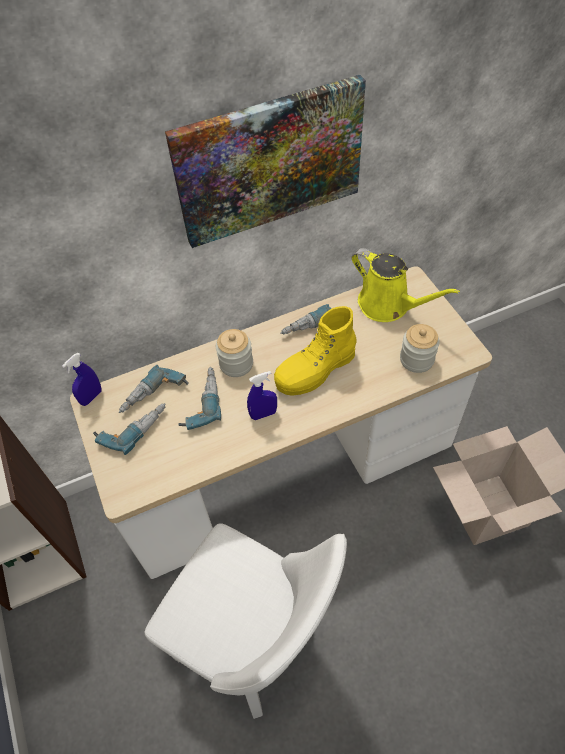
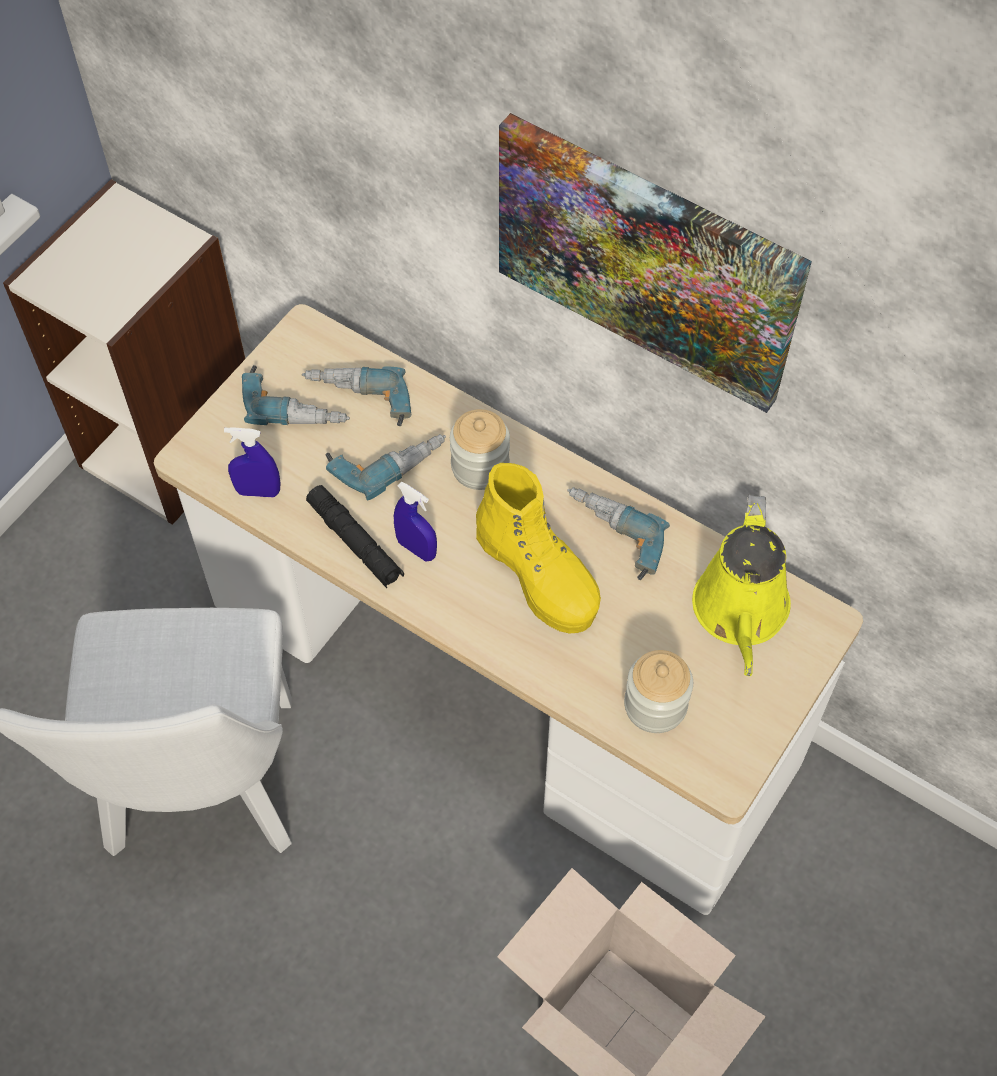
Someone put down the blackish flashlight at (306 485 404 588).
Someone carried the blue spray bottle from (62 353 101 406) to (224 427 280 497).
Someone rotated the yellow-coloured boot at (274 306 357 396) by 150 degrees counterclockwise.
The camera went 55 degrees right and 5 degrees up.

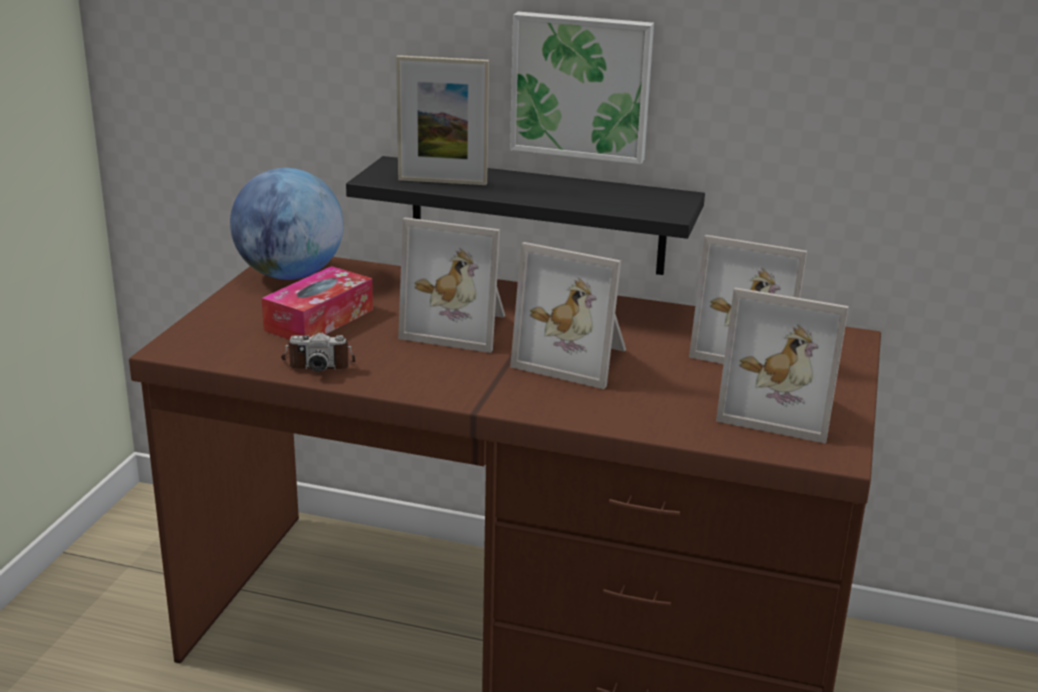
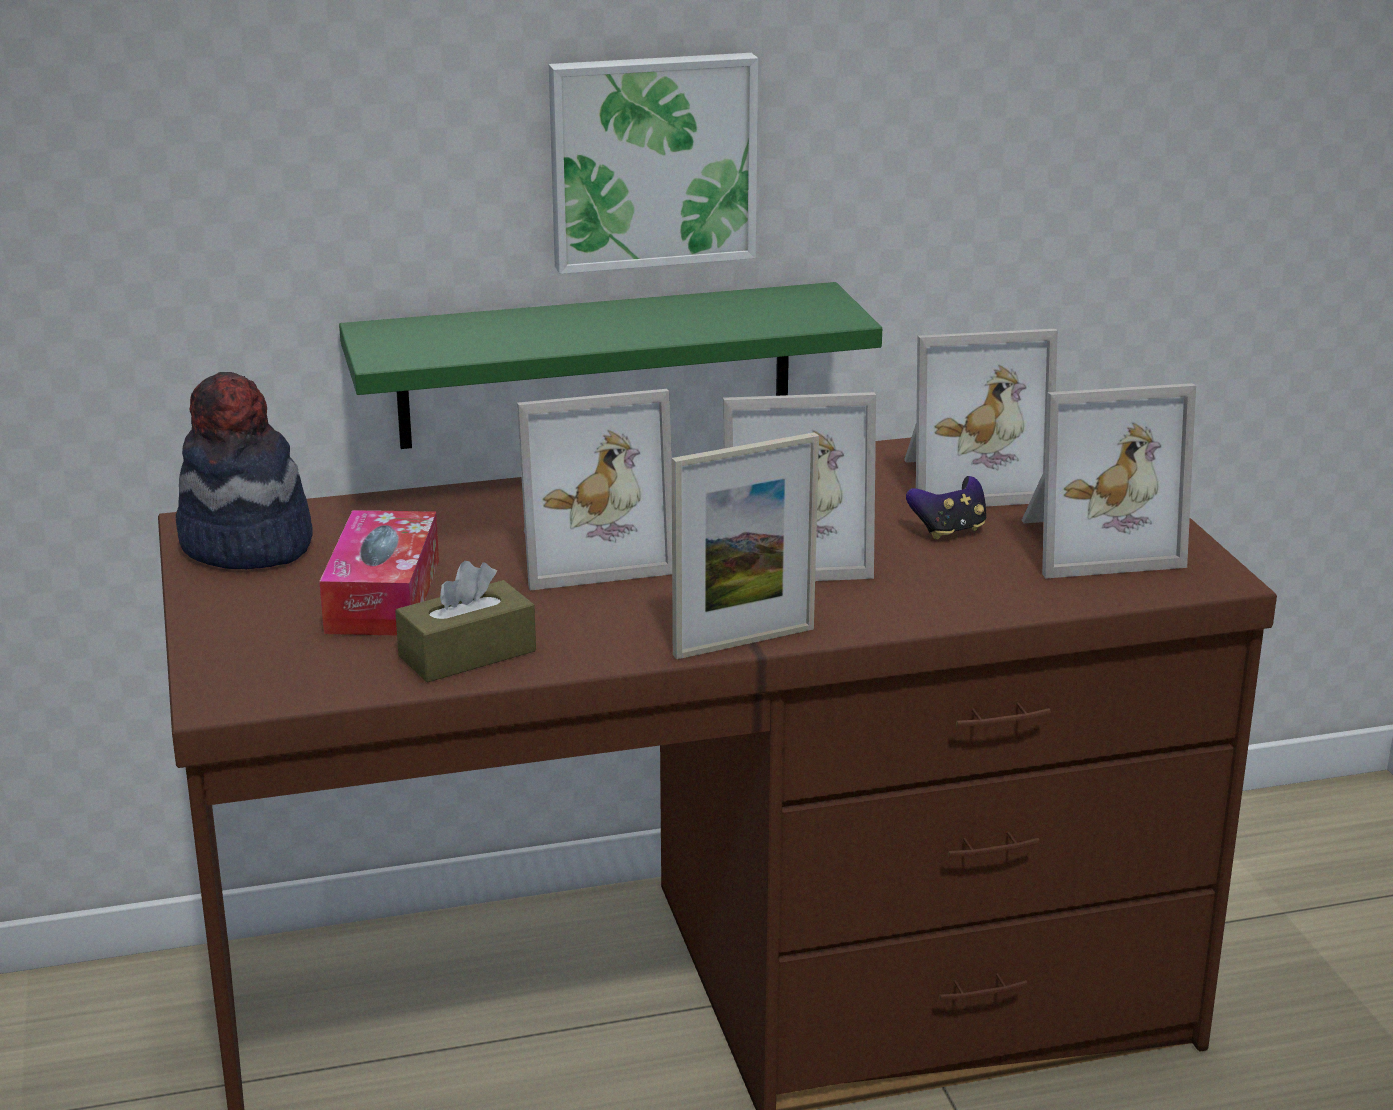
Someone put down the gamepad at (906 476 986 540).
Someone carried the photo frame from (396 55 489 185) to (672 432 819 659).
Someone swapped the world globe at (230 168 343 280) for the wearable hat at (175 372 313 569).
Someone swapped the still camera at (281 332 355 372) for the brown-coloured tissue holder at (395 561 536 683).
Someone repainted the blackish bracket shelf at (346 156 705 275), which became the greenish bracket shelf at (339 282 882 449).
The camera went 30 degrees left and 0 degrees up.

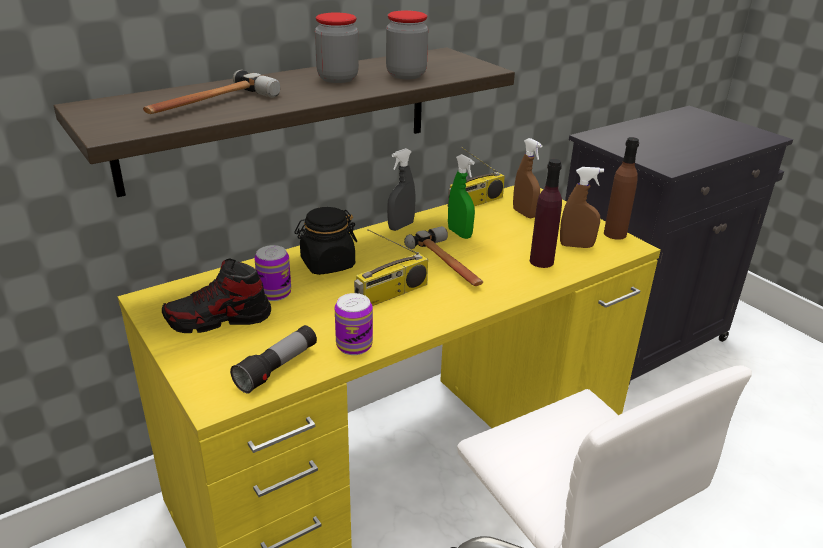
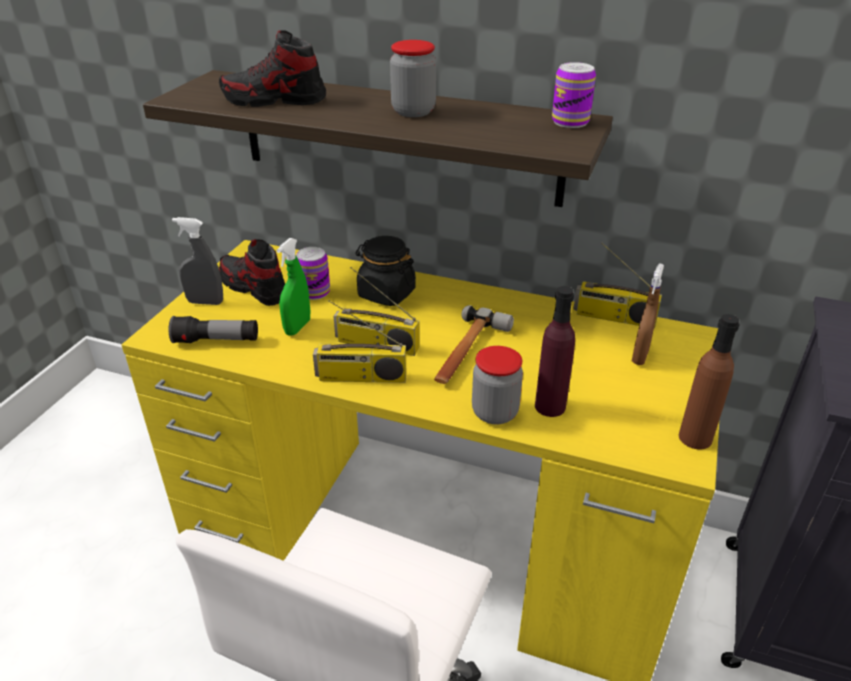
Someone took away the brown-coloured spray bottle at (560 167 604 248).
Someone put down the radio at (313 300 406 383).
Someone carried the can from (335 293 373 355) to (552 62 596 128).
Someone carried the preserve jar from (386 10 428 79) to (472 346 523 425).
Someone carried the grey spray bottle from (387 148 415 231) to (172 217 223 305).
Someone carried the greenish spray bottle from (448 154 475 239) to (277 238 310 336).
Someone swapped the hand hammer at (143 70 280 114) for the low shoe at (219 30 326 107).
The camera went 55 degrees right and 5 degrees up.

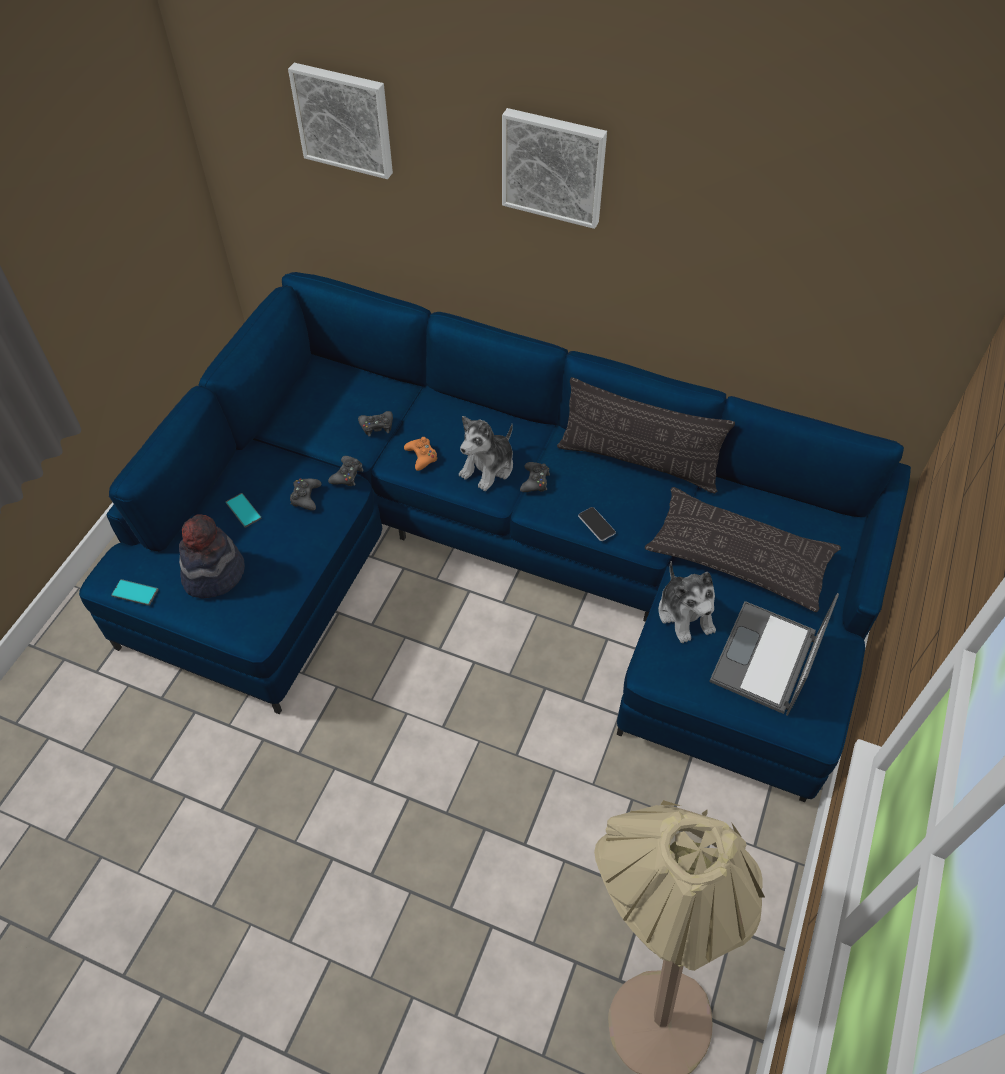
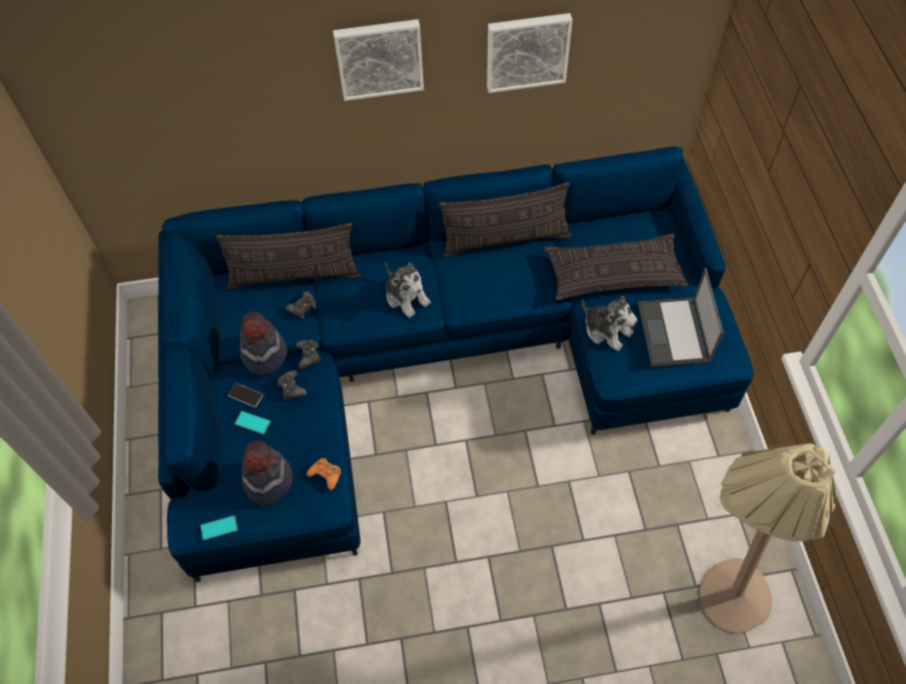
Someone took away the blackish gamepad at (520 462 550 492).
Someone put down the cushion at (216 223 361 290).
Someone put down the wearable hat at (240 312 287 376).
Someone carried the wall picture from (288 63 393 179) to (487 13 572 93).
Someone carried the orangey gamepad from (404 437 438 471) to (307 458 341 490).
Someone carried the telephone from (578 507 616 541) to (228 383 263 407).
Someone rotated the cuddly toy at (459 416 513 491) by 45 degrees counterclockwise.
The camera went 30 degrees left and 5 degrees up.

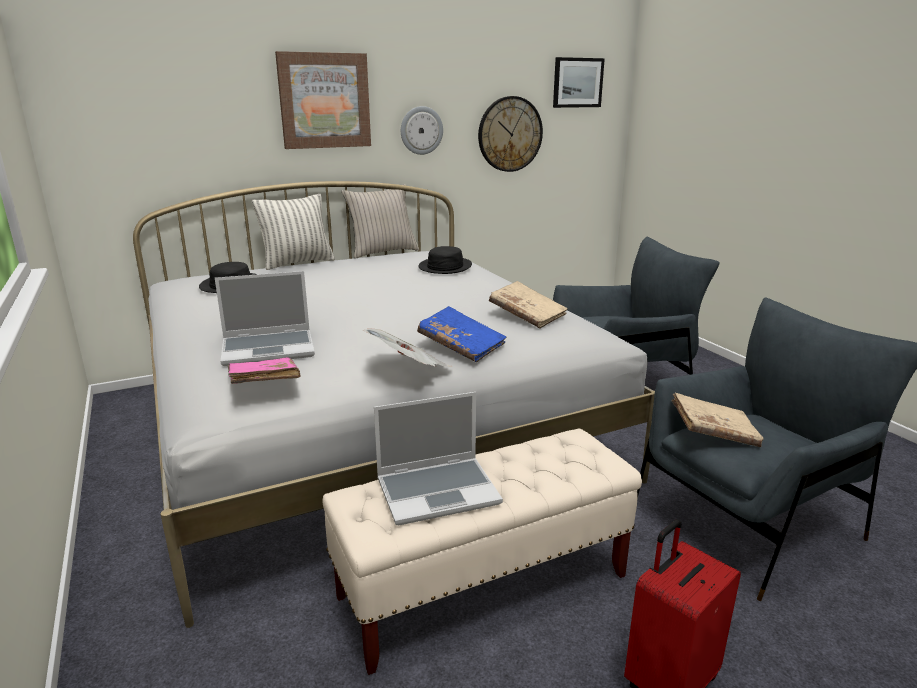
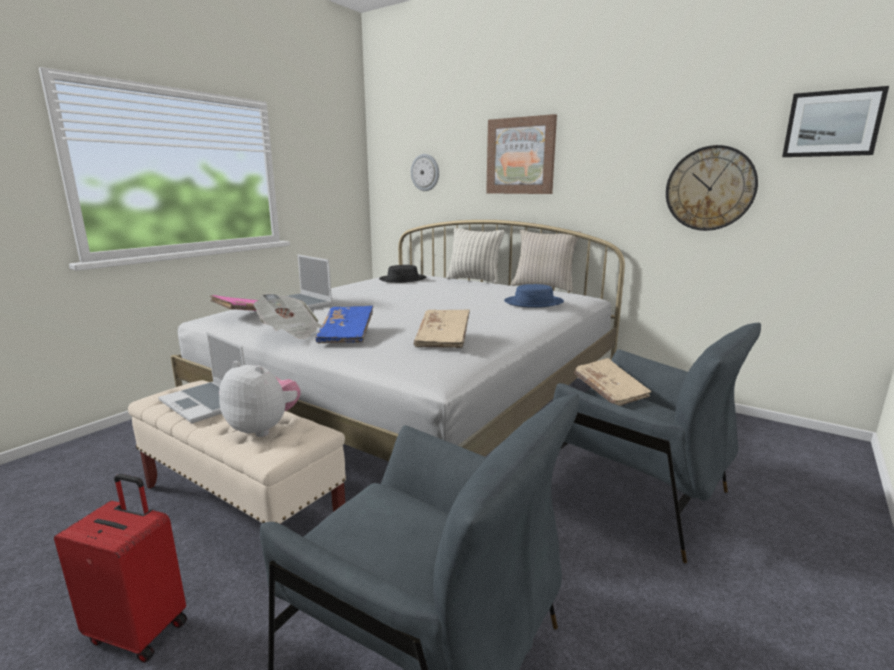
Someone put down the cuddly toy at (219 361 301 437).
Someone carried the hanging clock from (401 106 443 155) to (411 154 439 191).
Someone carried the beige-coloured bound book from (672 393 764 448) to (574 358 652 406).
Someone repainted the blackish wearable hat at (418 246 472 274), which became the blue wearable hat at (504 284 564 308).
The camera went 60 degrees right and 5 degrees down.

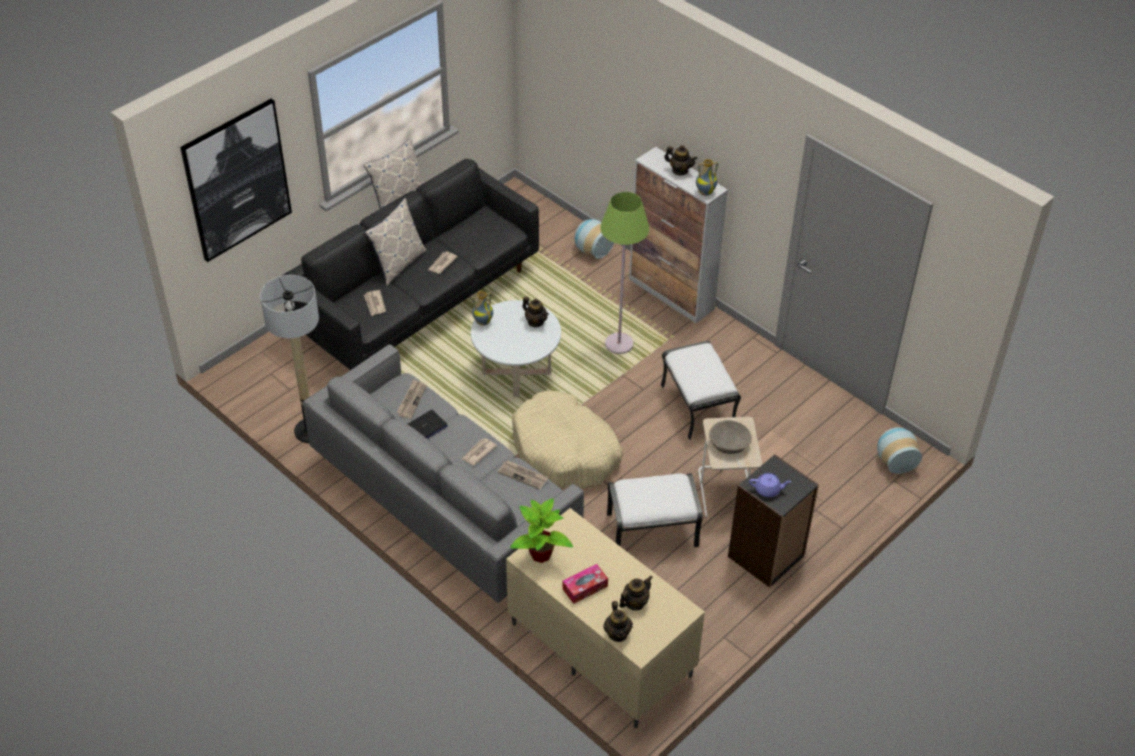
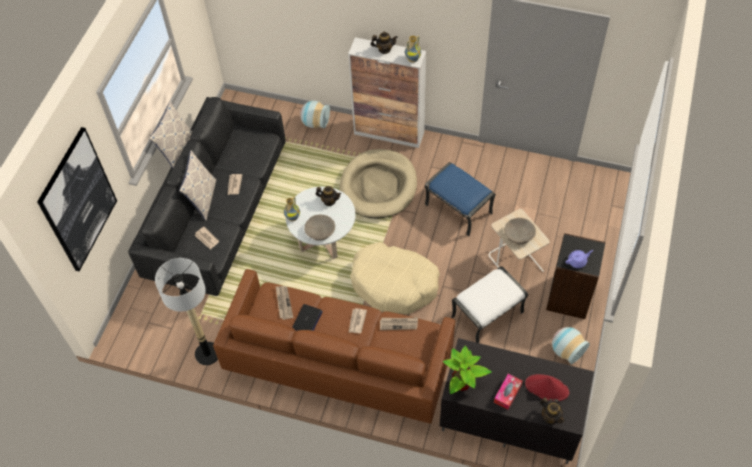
Someone put down the beige-coloured deep dish at (304 215 335 241).
Someone carried the decorative vase from (877 427 922 474) to (552 327 590 364).
Someone swapped the greenish floor lamp at (600 192 649 354) for the beige-coloured dog bed at (339 149 417 219).
Someone swapped the teapot at (619 575 653 610) for the red wearable hat at (525 374 569 401).
Someone repainted the grey couch at (303 344 584 603), which became the brown-coloured couch at (213 269 455 423).
Someone repainted the beige-coloured tv stand at (506 508 705 728), which became the blackish tv stand at (440 338 594 464).
Someone repainted the white ottoman at (661 341 741 440), which became the blue ottoman at (425 162 496 236).
The camera went 25 degrees left and 10 degrees up.

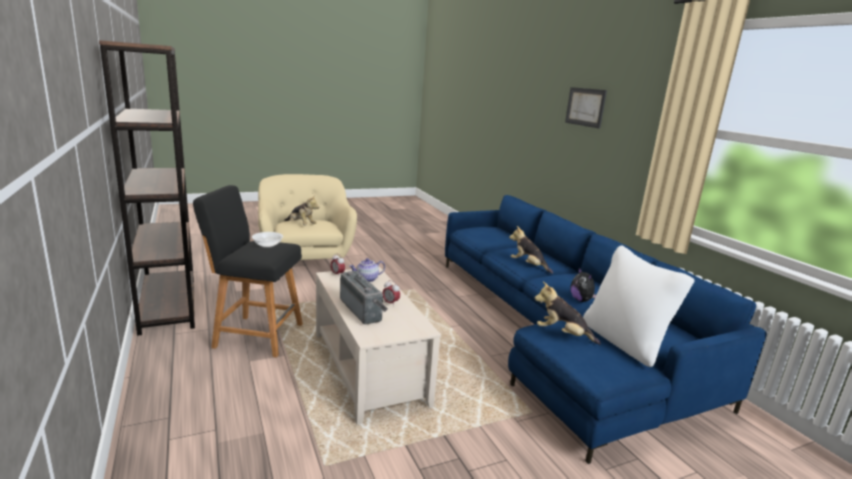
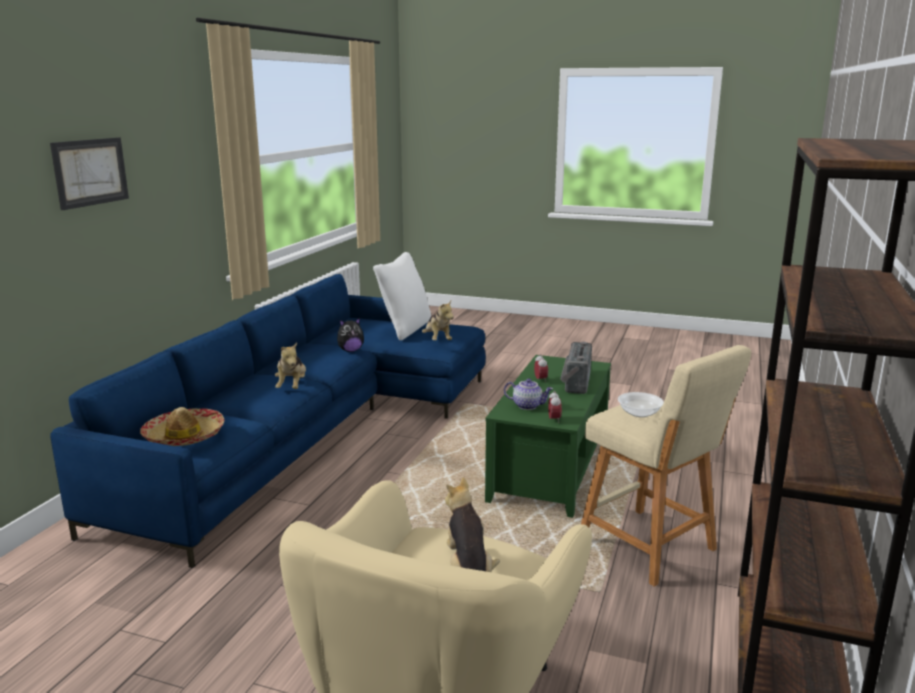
Someone put down the wearable hat at (140 407 224 446).
Someone repainted the blackish sitting stool at (193 185 303 357), which became the beige-coloured sitting stool at (581 345 751 587).
Someone repainted the beige-coloured coffee table at (316 267 441 425), which became the greenish coffee table at (485 355 611 518).
Someone rotated the cuddly toy at (570 268 596 302) by 45 degrees clockwise.
The camera went 135 degrees left and 0 degrees up.

